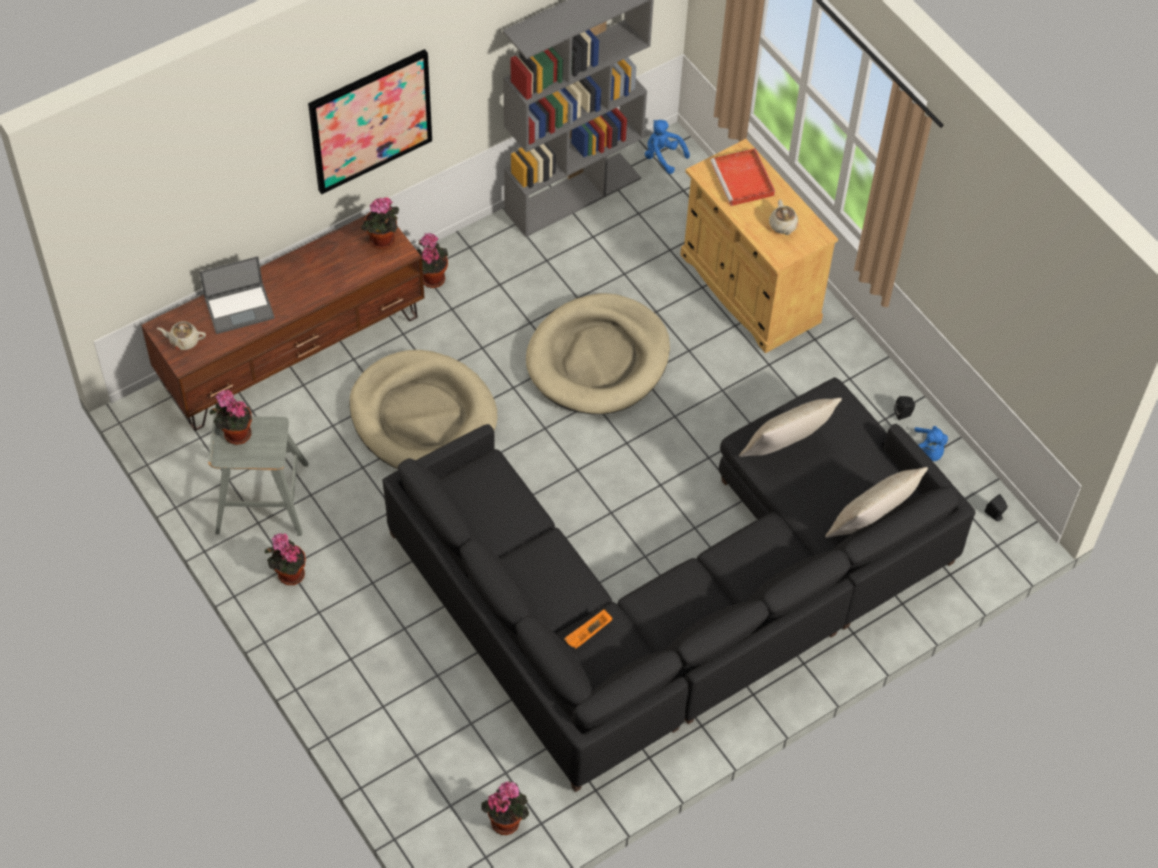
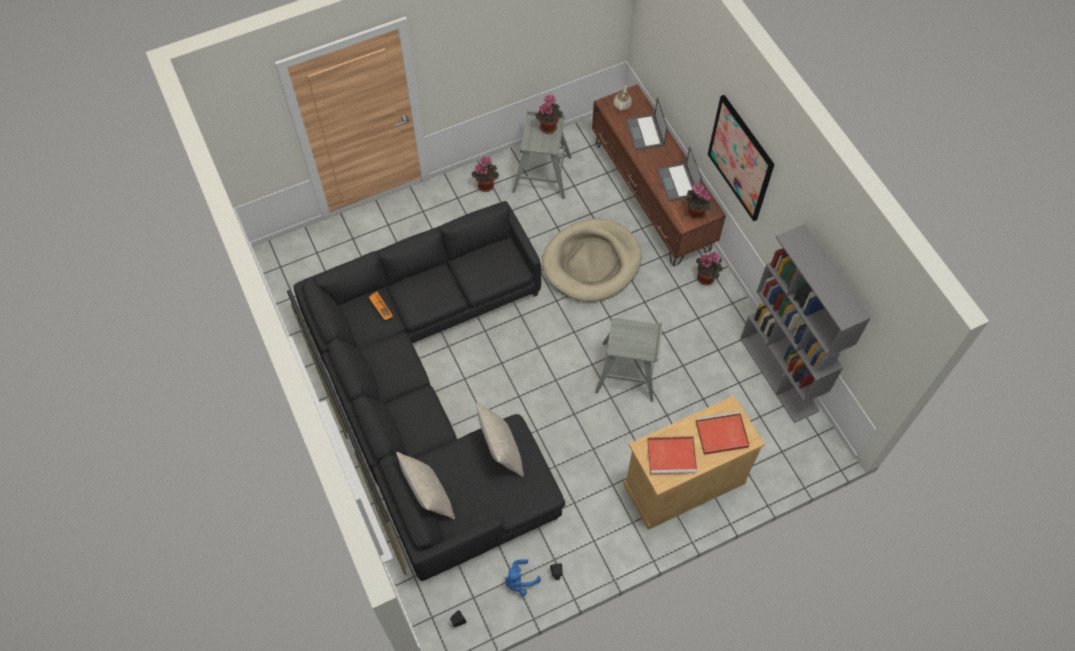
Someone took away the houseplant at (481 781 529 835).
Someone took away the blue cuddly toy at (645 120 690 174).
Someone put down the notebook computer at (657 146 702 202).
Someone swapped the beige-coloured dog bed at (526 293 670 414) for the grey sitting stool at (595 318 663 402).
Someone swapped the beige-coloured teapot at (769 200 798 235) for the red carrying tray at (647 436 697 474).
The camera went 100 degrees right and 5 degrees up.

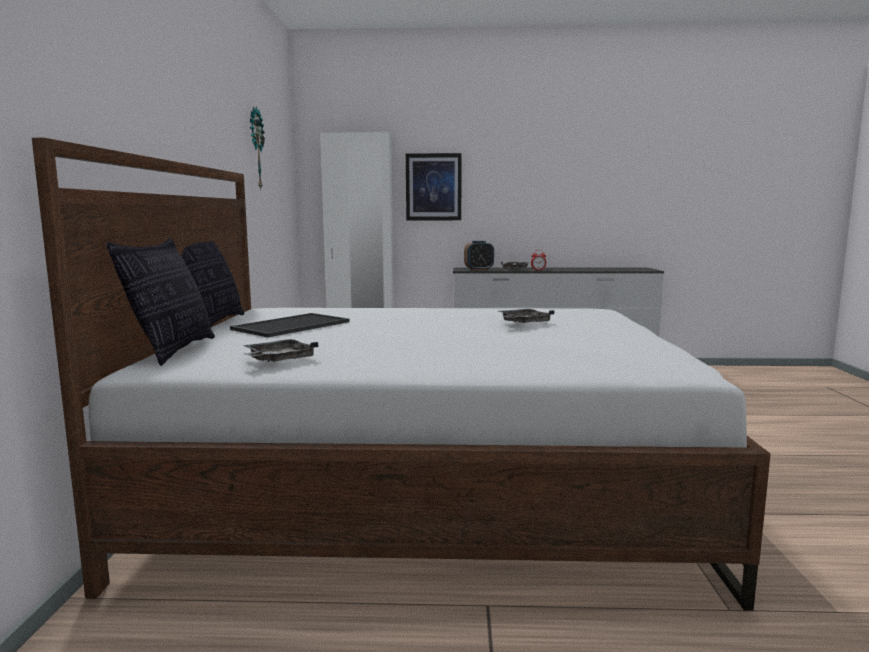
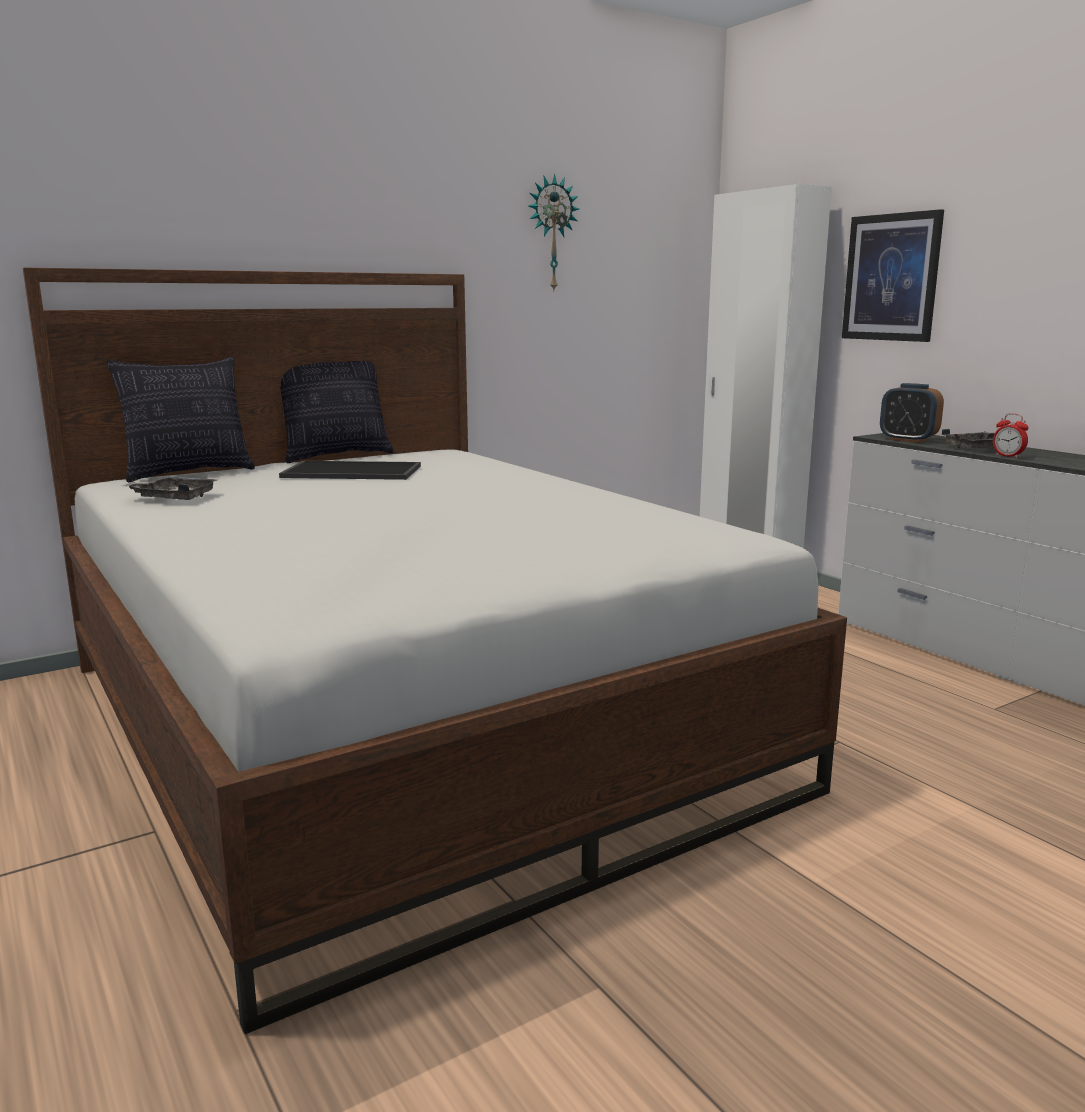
Someone took away the grey carrying tray at (499 309 555 323).
The camera went 55 degrees right and 5 degrees up.

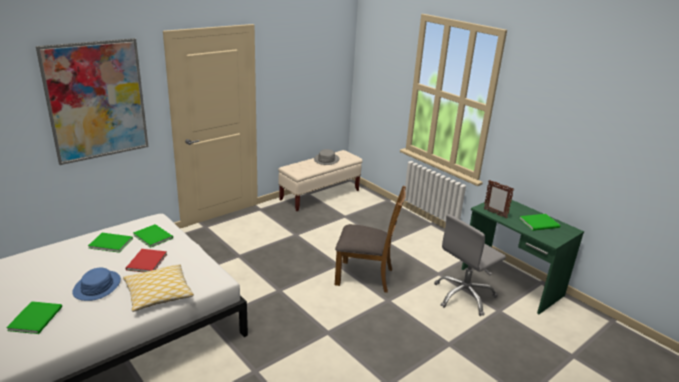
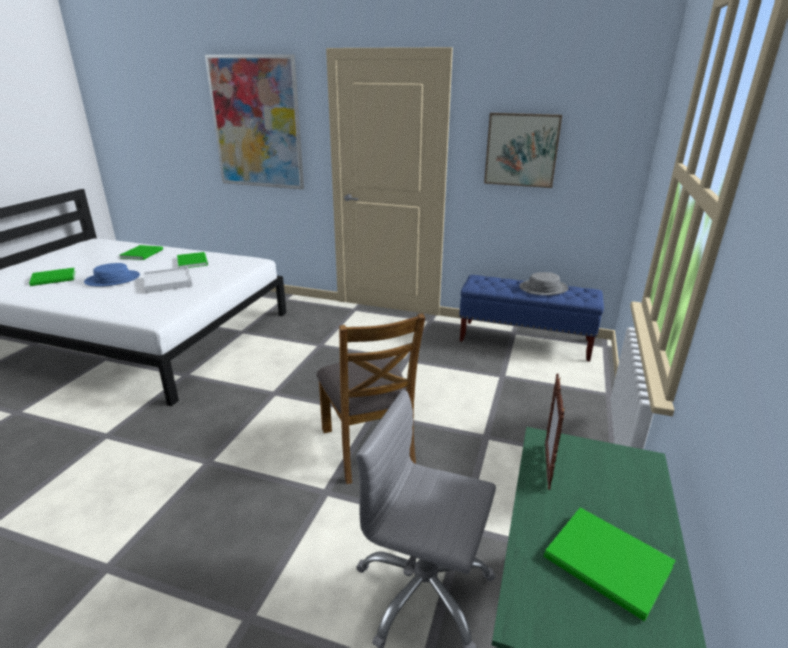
Someone took away the cushion at (123 264 194 312).
Someone put up the wall picture at (484 113 562 188).
Someone carried the greenish bound book from (133 224 173 248) to (120 245 163 260).
Someone swapped the red bound book at (125 249 167 272) for the white carrying tray at (144 267 193 293).
Someone repainted the beige-coloured bench at (278 150 362 211), which became the blue bench at (459 275 604 361).
The camera went 60 degrees right and 0 degrees up.

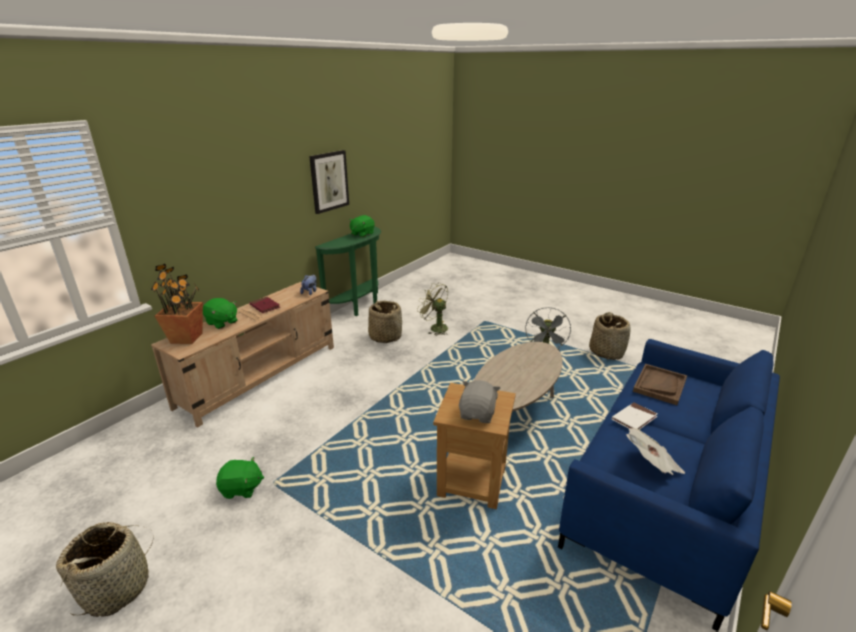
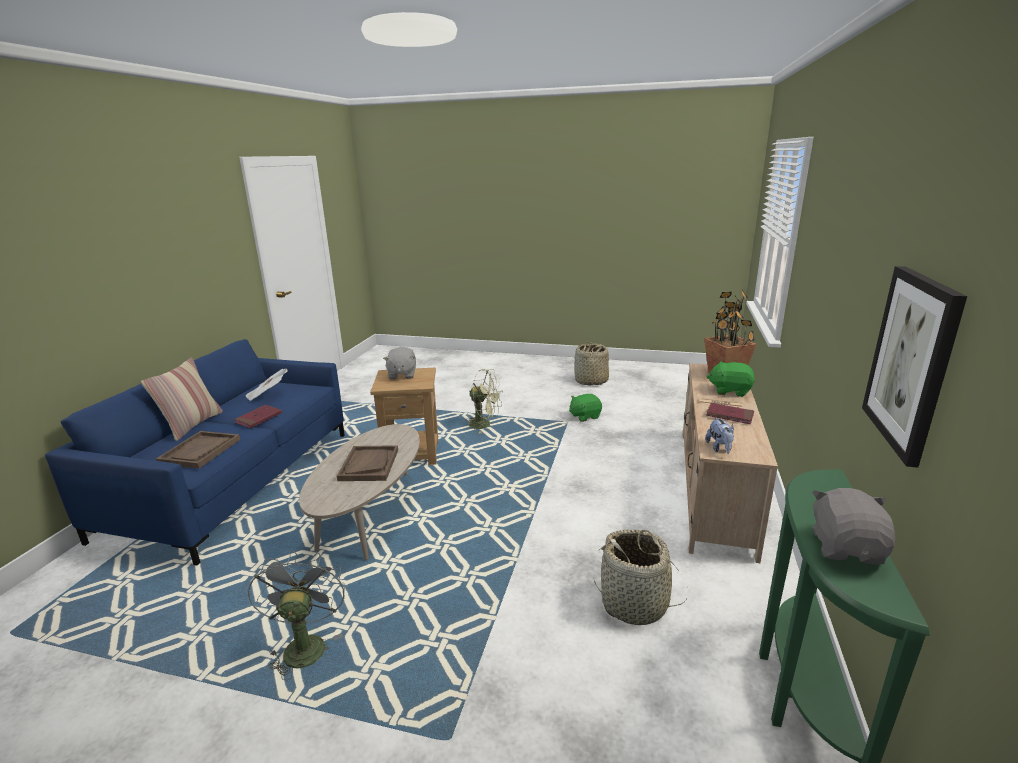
Someone took away the basket at (589 312 630 360).
Someone put down the cushion at (141 358 223 441).
Someone put down the brown-coloured carrying tray at (337 445 398 481).
Someone carried the greenish fan from (417 282 448 336) to (466 369 503 434).
Someone repainted the greenish cuddly toy at (349 215 375 237), which became the grey cuddly toy at (812 488 895 565).
Someone repainted the white bound book at (612 402 658 430), which became the red bound book at (234 405 282 428).
The camera went 160 degrees right and 5 degrees down.

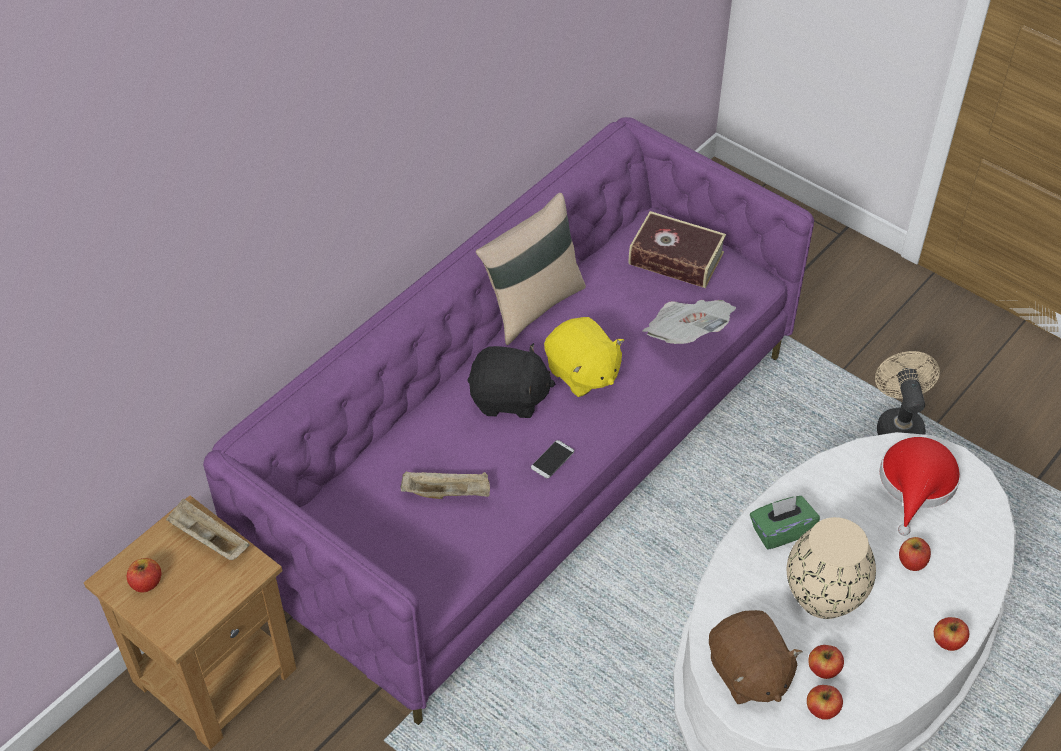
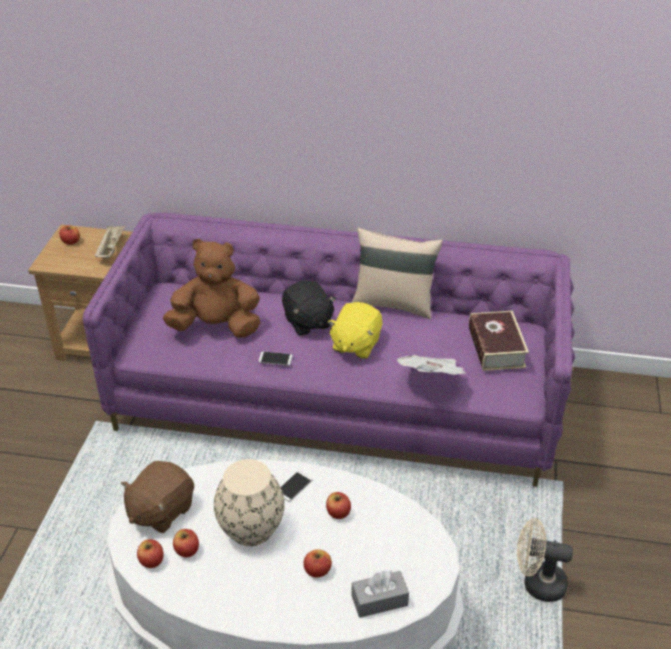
Someone took away the red wearable hat at (880 437 961 536).
Someone put down the grey tissue holder at (351 570 409 618).
Someone carried the apple fruit from (934 617 969 651) to (326 492 351 519).
Someone swapped the beige-coloured carrying tray at (401 471 490 499) for the brown-coloured cuddly toy at (163 239 261 338).
Someone swapped the greenish tissue holder at (750 496 820 550) for the telephone at (281 471 312 502).
Someone rotated the beige-coloured fan at (875 351 940 435) by 135 degrees counterclockwise.
The camera went 60 degrees right and 10 degrees down.

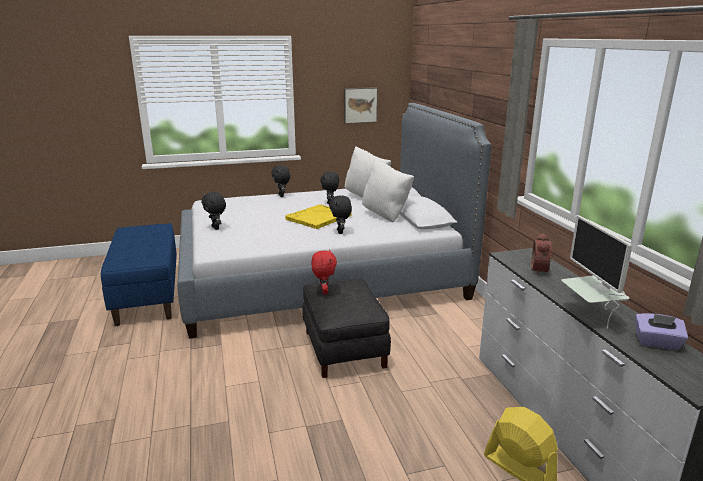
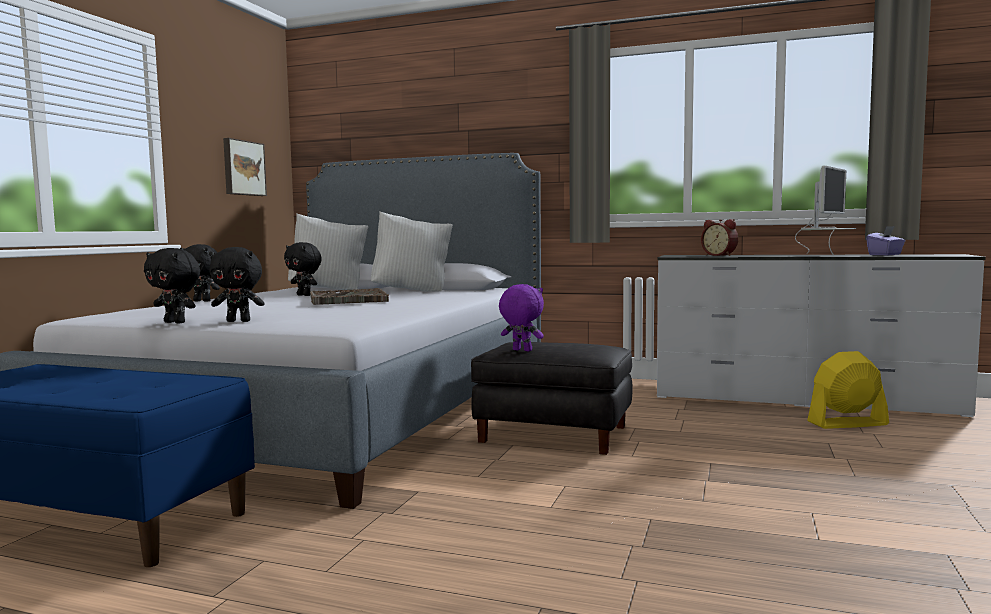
Someone carried the blackish cuddly toy from (329 195 352 234) to (144 248 200 323).
Someone repainted the yellow-coloured carrying tray at (285 204 351 229), which became the grey carrying tray at (310 288 389 305).
Someone repainted the red cuddly toy at (312 249 337 294), which became the purple cuddly toy at (499 284 544 351).
Someone rotated the monitor at (561 216 632 328) by 75 degrees counterclockwise.
The camera went 55 degrees left and 15 degrees down.

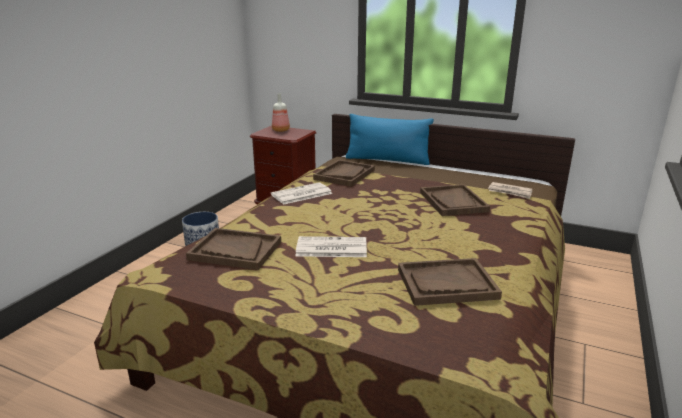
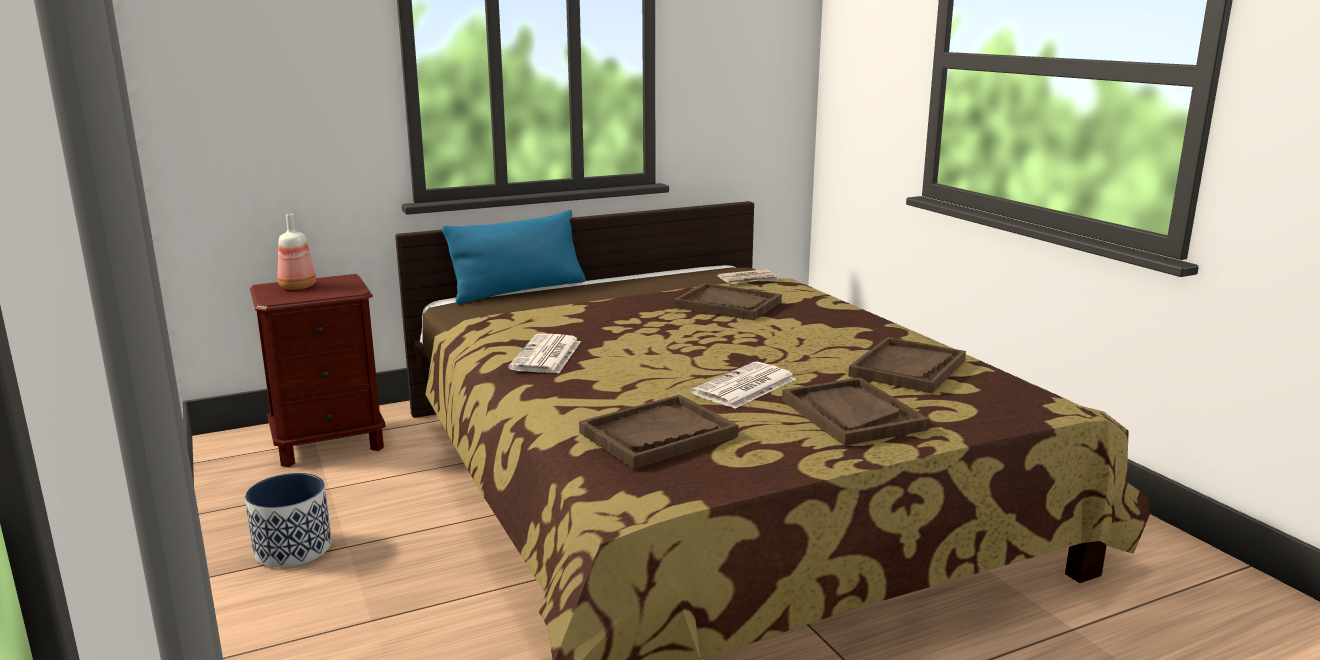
Someone carried the brown-coloured carrying tray from (313 160 375 187) to (782 377 929 446).
The camera went 50 degrees left and 5 degrees down.

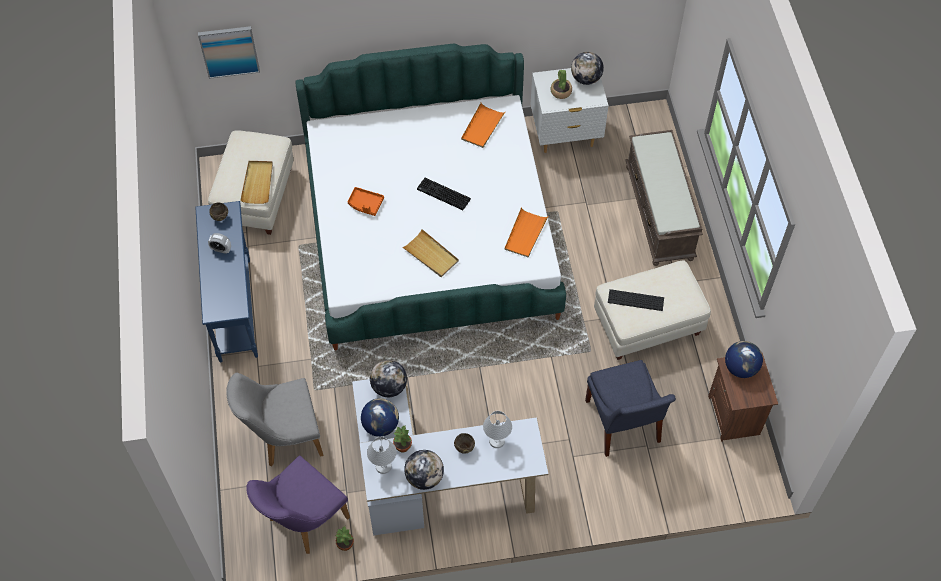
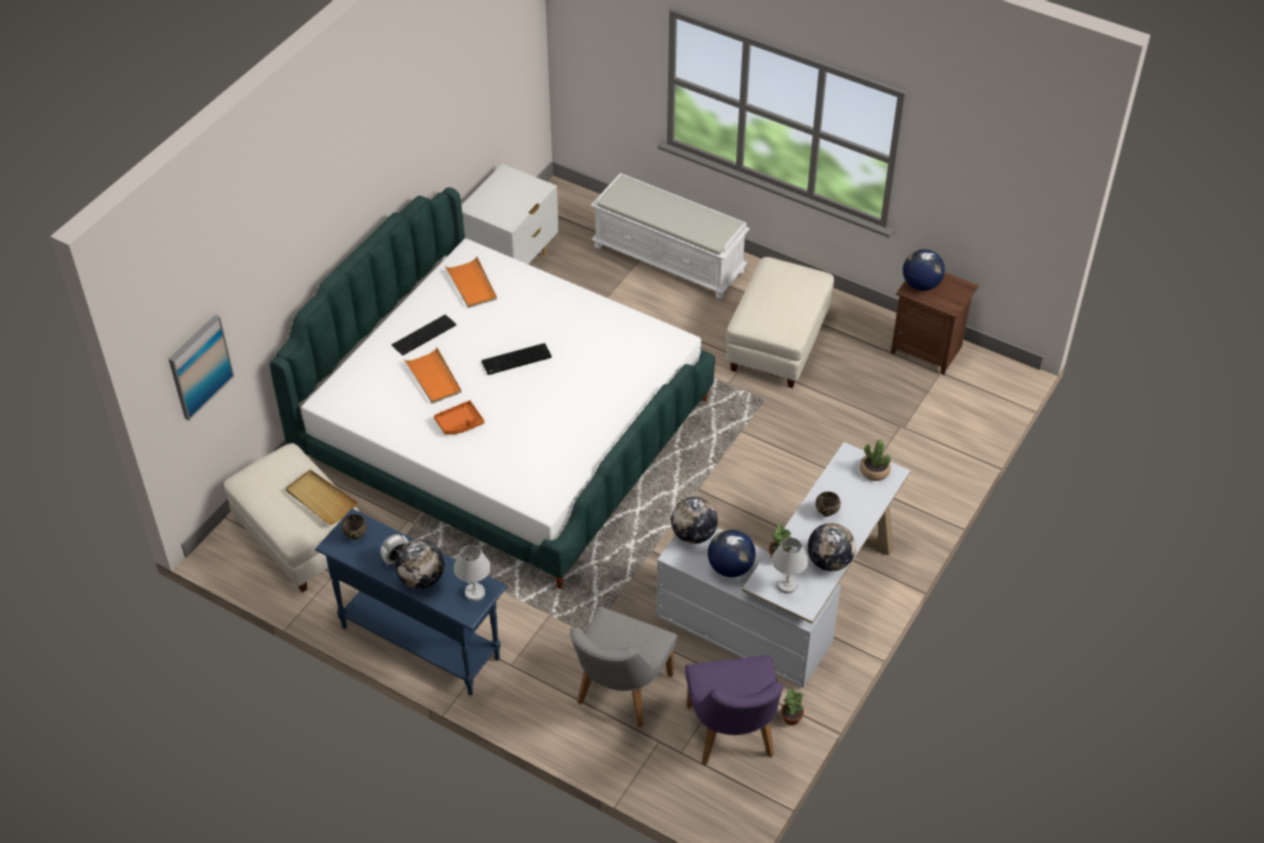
Someone took away the beige-coloured carrying tray at (402 229 459 277).
Someone took away the blue upright chair at (585 360 676 457).
Someone carried the white lamp for a table from (483 411 512 448) to (454 545 491 601).
Someone carried the orangey carrying tray from (504 207 548 257) to (404 347 461 404).
Someone carried the houseplant from (551 70 572 99) to (860 440 891 481).
Someone carried the world globe from (571 52 604 85) to (395 540 445 589).
Someone carried the PC keyboard from (608 289 664 311) to (392 314 456 356).
Someone repainted the brown-coloured bench at (625 130 703 266), which became the white bench at (590 173 750 299).
The camera went 50 degrees left and 10 degrees down.

